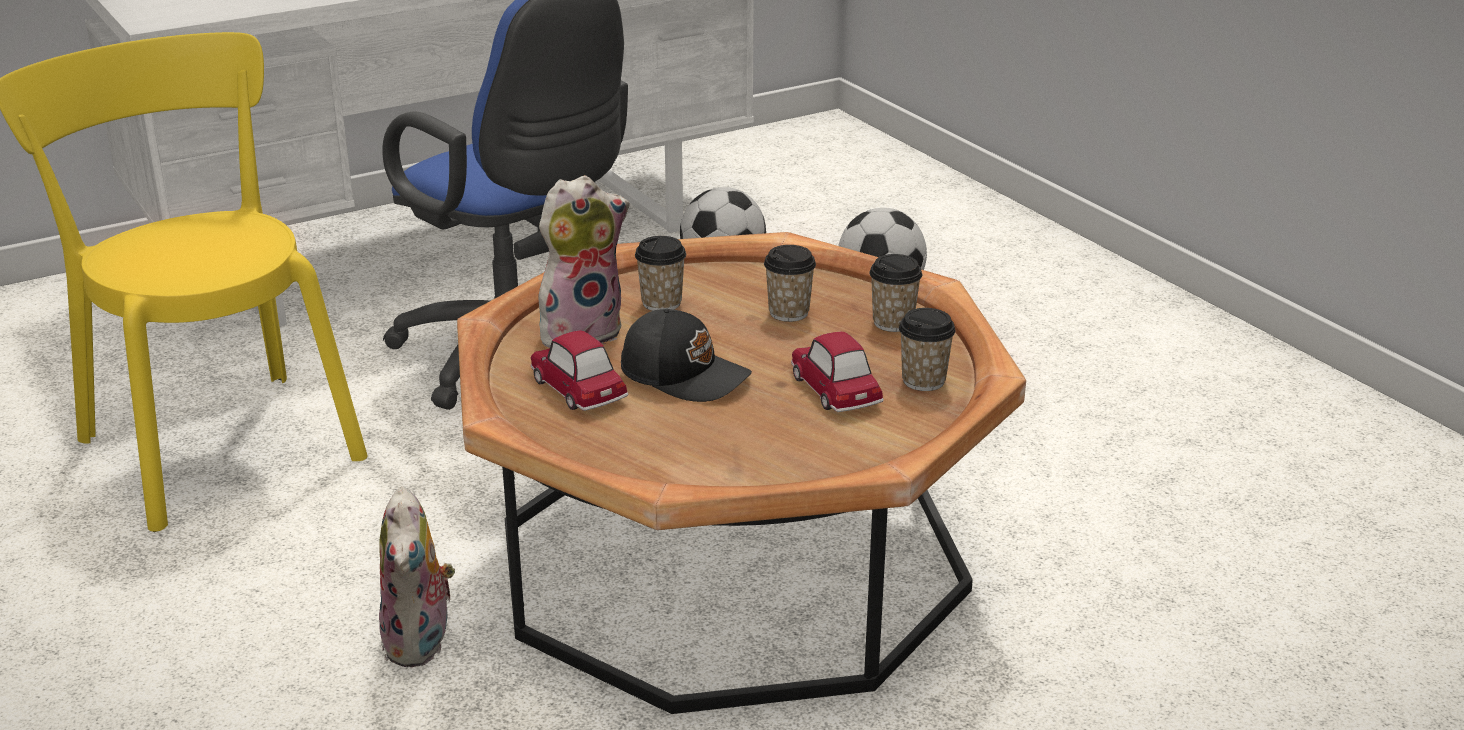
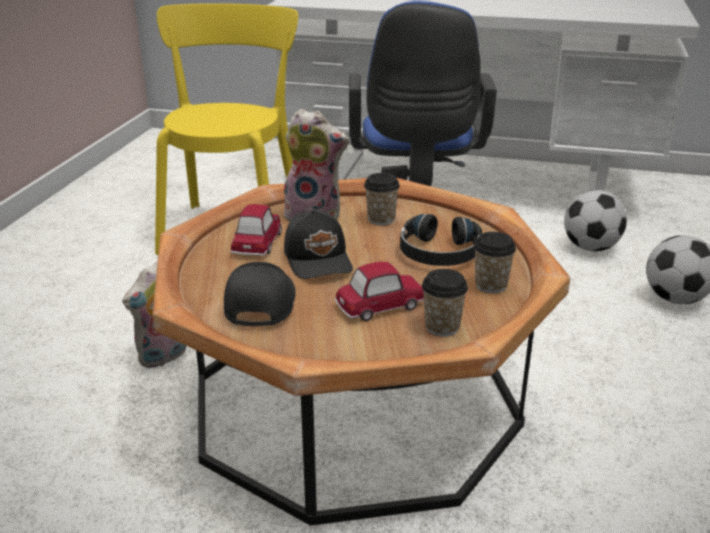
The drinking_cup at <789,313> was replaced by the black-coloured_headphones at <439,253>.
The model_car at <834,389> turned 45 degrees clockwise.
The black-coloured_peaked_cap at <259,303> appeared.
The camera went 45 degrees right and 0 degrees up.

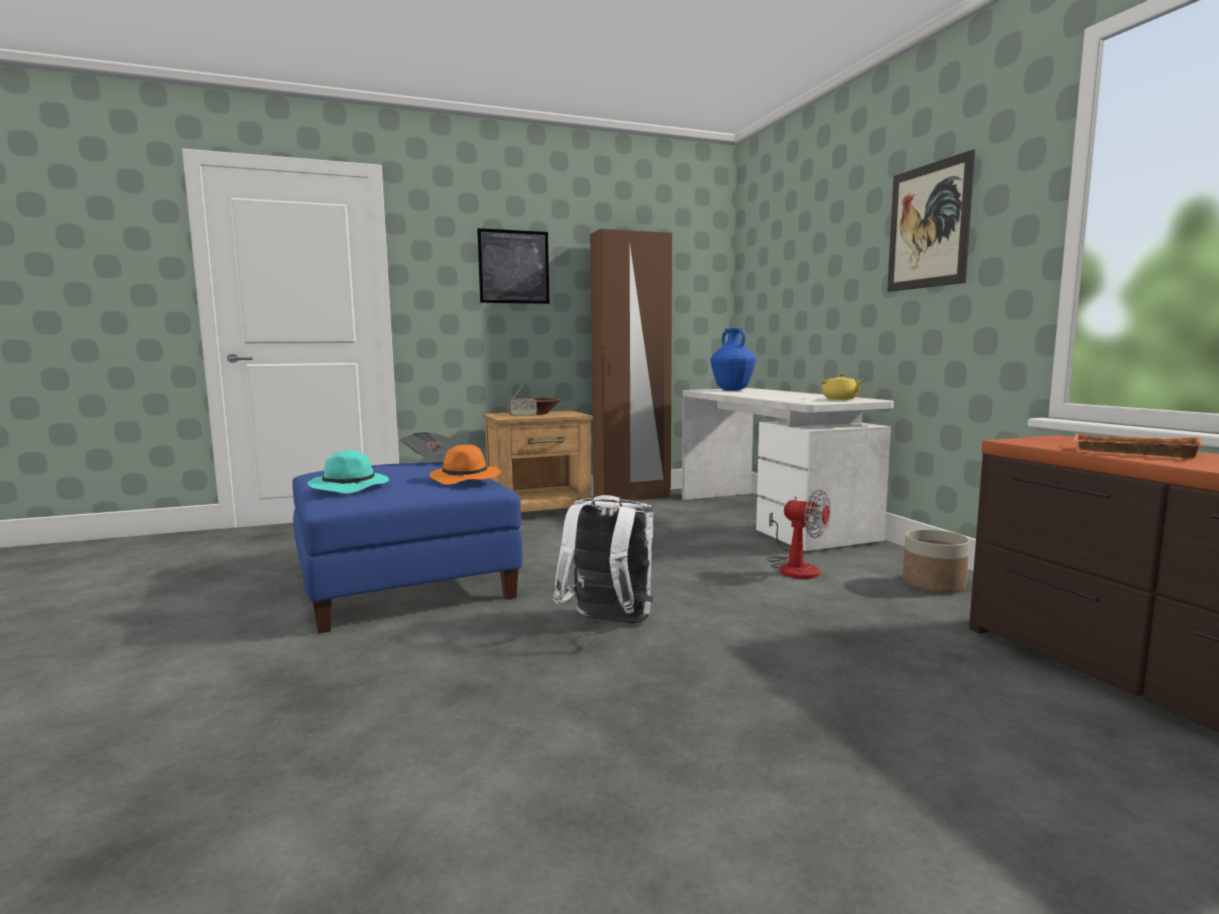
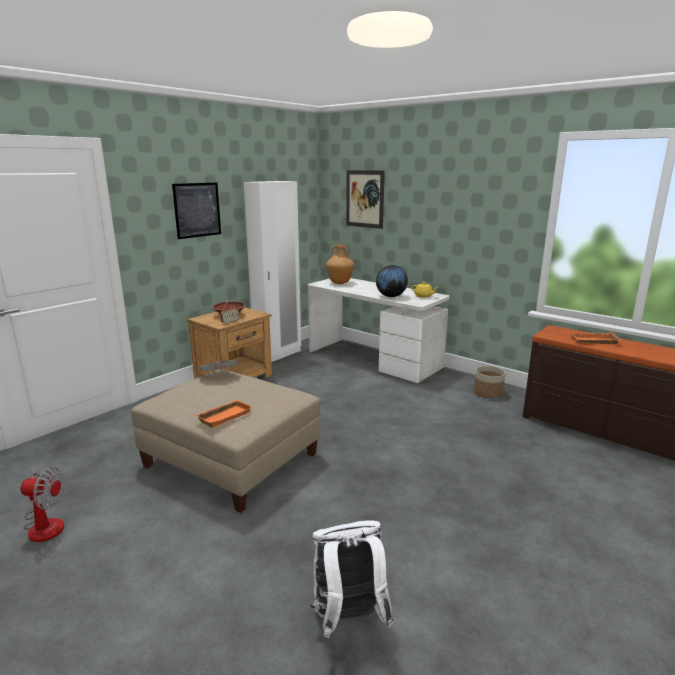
The picture moved from <928,226> to <364,199>.
The brown_clothes_cupboard at <632,497> became the whitish_clothes_cupboard at <278,355>.
The blue-coloured_flower_vase at <732,390> became the brown_flower_vase at <340,283>.
The orangey_hat at <466,479> disappeared.
The turquoise_hat at <351,487> was replaced by the orangey_tray at <224,416>.
The blue-coloured_pouffe at <402,581> became the beige-coloured_pouffe at <231,460>.
The electric_fan moved from <794,567> to <45,523>.
The whitish_backpack moved from <608,624> to <348,619>.
The globe at <391,296> appeared.
The camera went 30 degrees left and 10 degrees up.

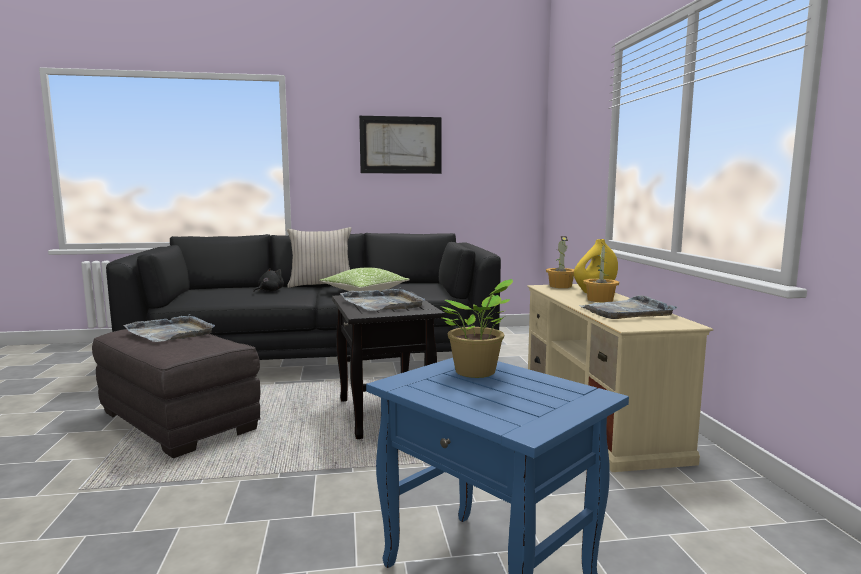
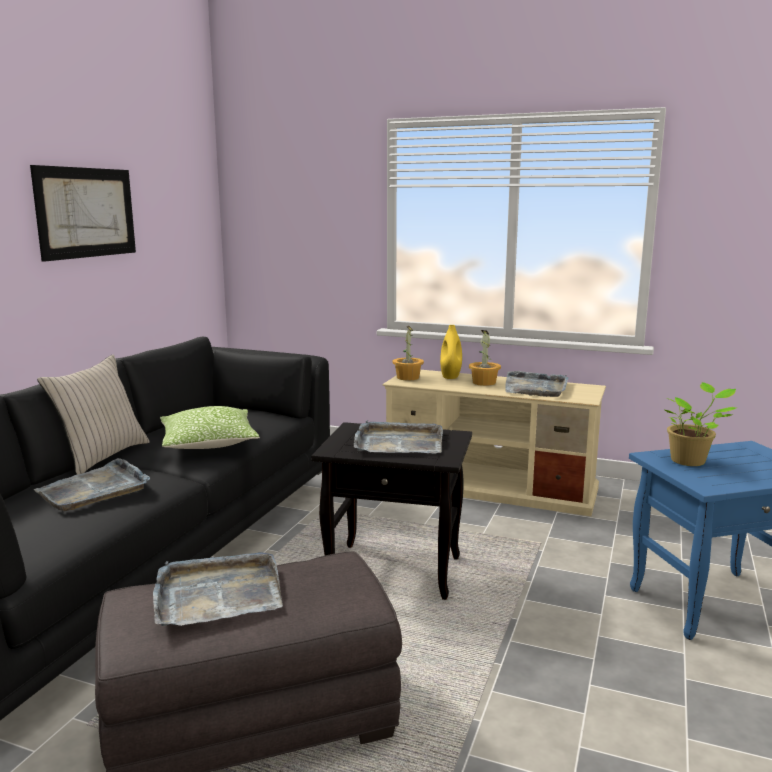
The black-coloured_cuddly_toy at <269,291> was replaced by the greyish_tray at <94,489>.
The camera went 60 degrees left and 5 degrees up.

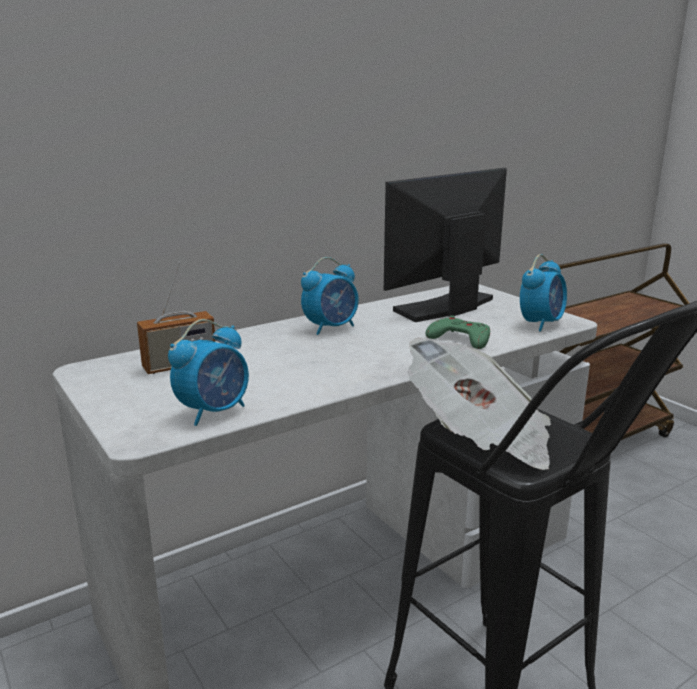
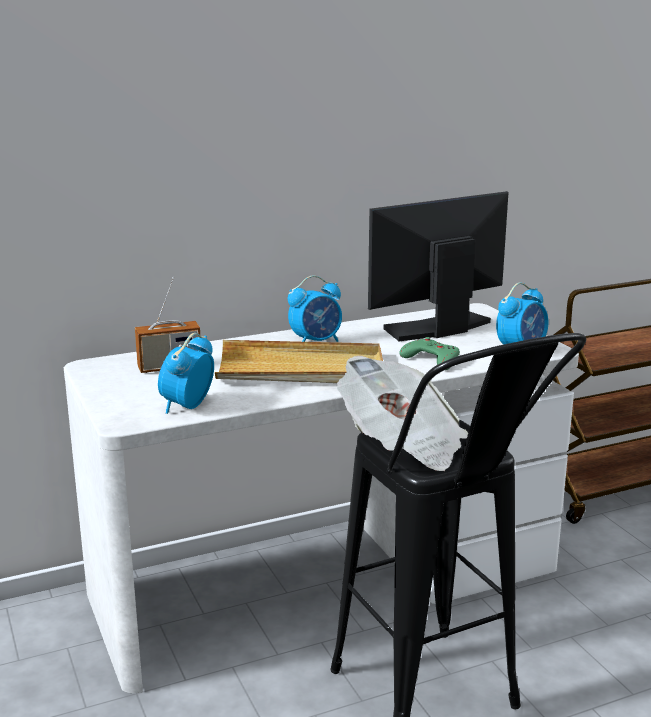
The alarm_clock at <214,411> turned 150 degrees clockwise.
The beige-coloured_tray at <301,370> appeared.
The camera went 10 degrees right and 0 degrees up.

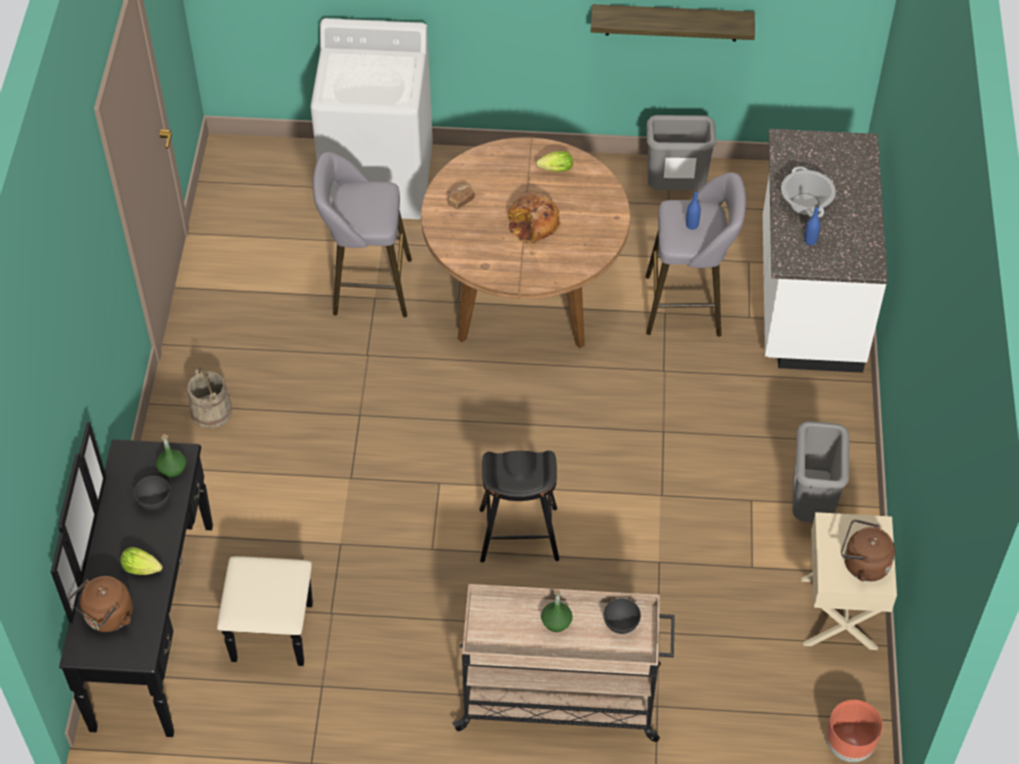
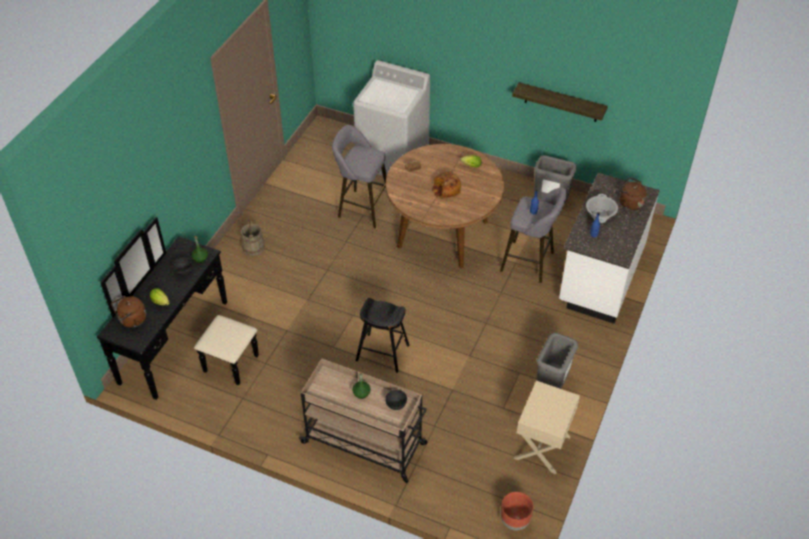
The brown_tea_kettle moved from <862,564> to <629,203>.
The camera went 20 degrees right and 5 degrees down.

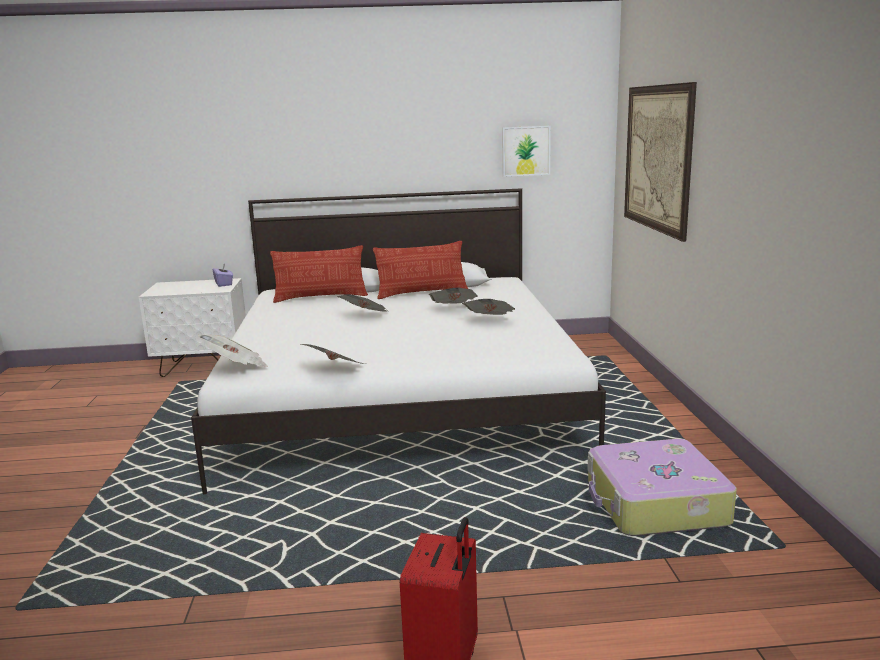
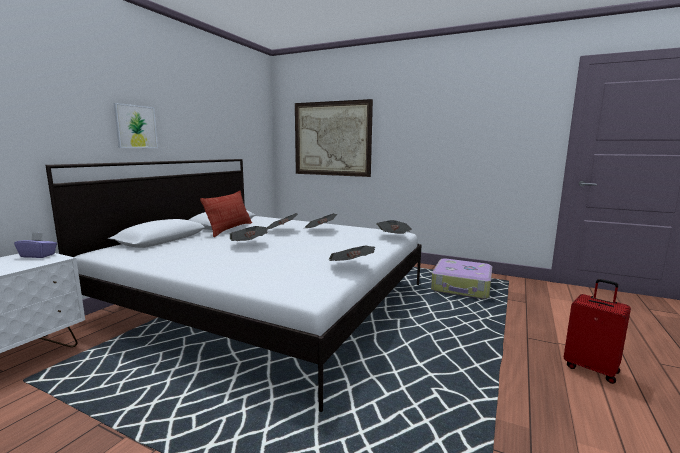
The picture moved from <526,151> to <136,126>.
The cushion at <321,297> disappeared.
The printed_paper moved from <236,367> to <394,237>.
The camera went 60 degrees left and 5 degrees down.

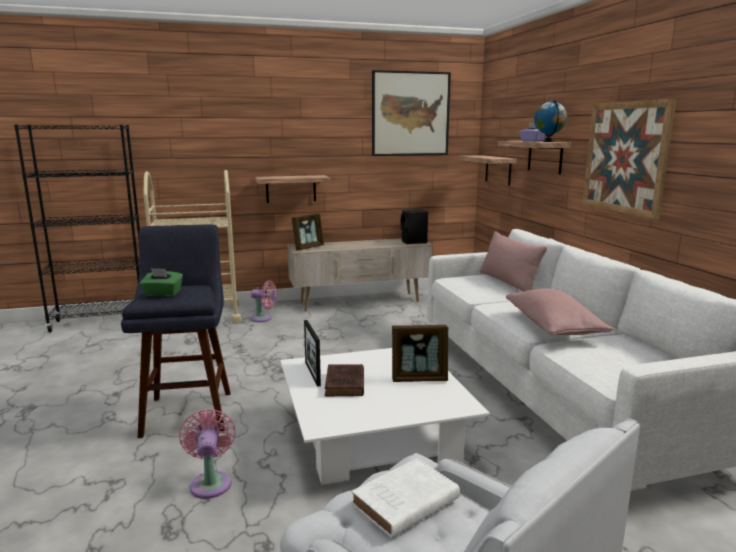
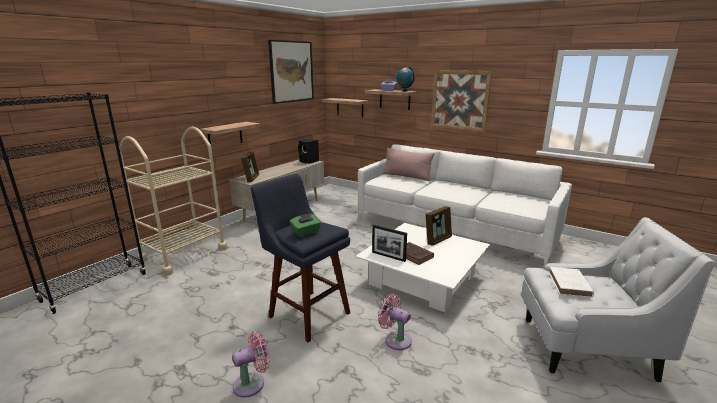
The pinkish_electric_fan moved from <263,318> to <252,383>.
The pinkish_cushion at <553,327> disappeared.
The camera went 40 degrees left and 5 degrees up.

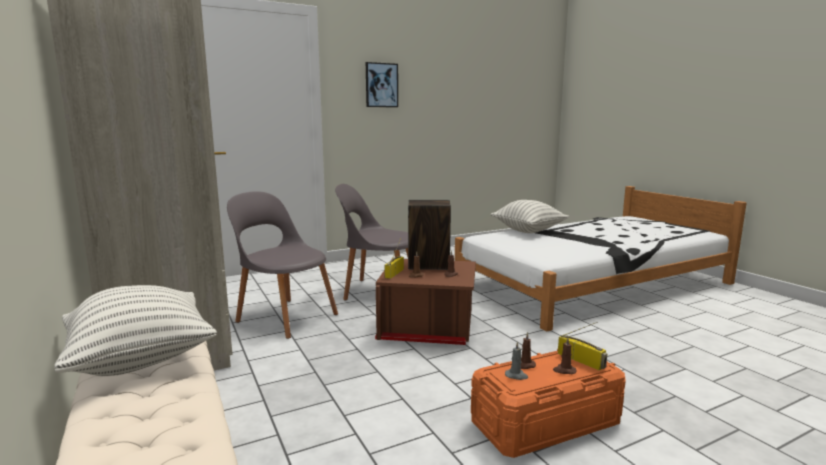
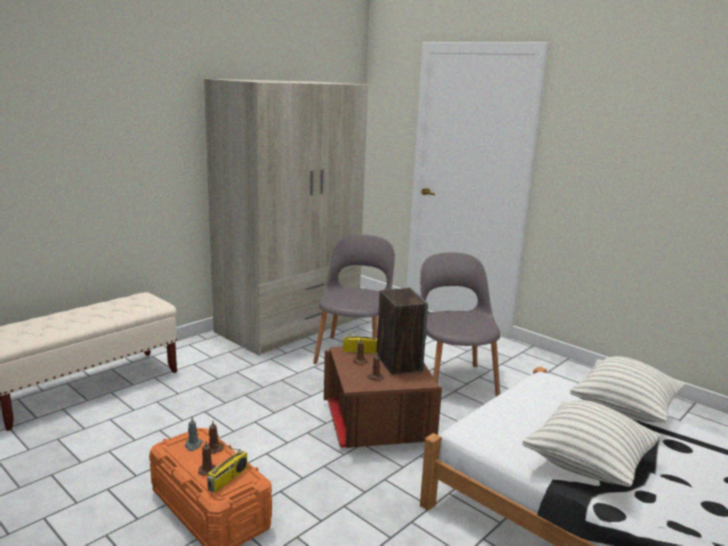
The picture at <381,85> disappeared.
The cushion moved from <141,359> to <588,465>.
The camera went 70 degrees right and 5 degrees up.

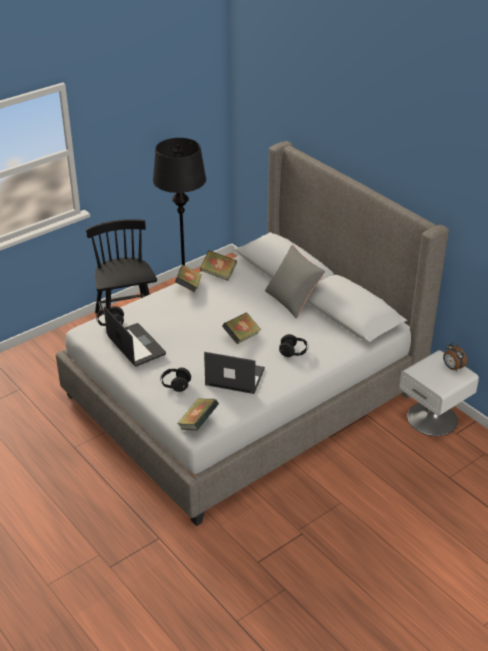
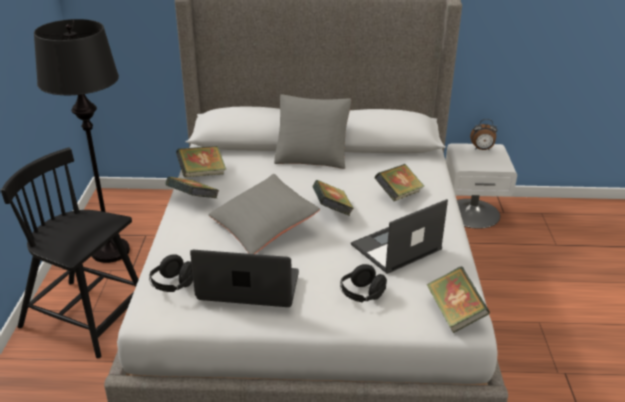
The black-coloured_headphones at <293,352> was replaced by the book at <398,195>.
The greyish_cushion at <263,226> appeared.
The camera went 50 degrees left and 5 degrees down.

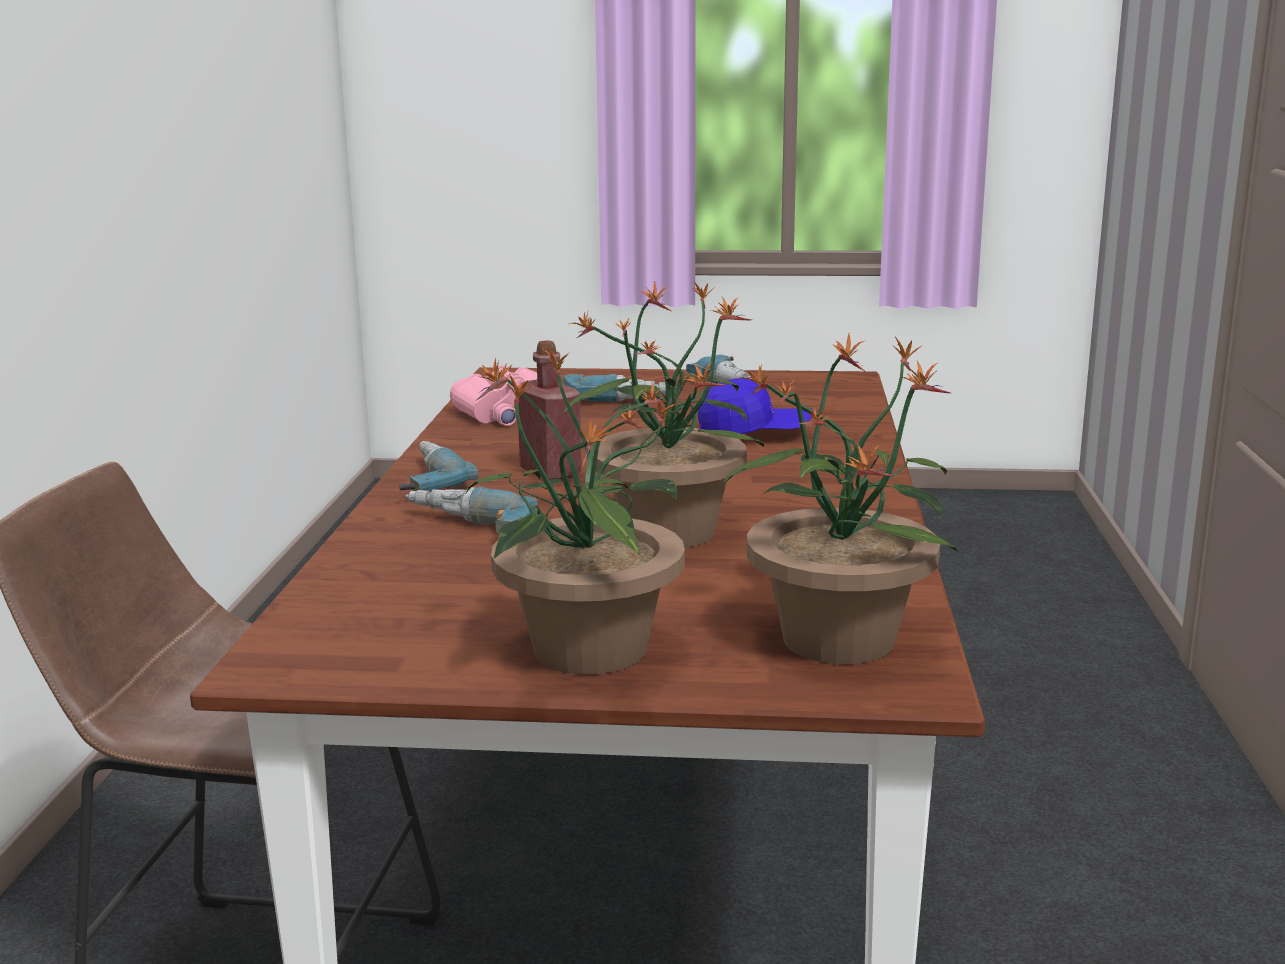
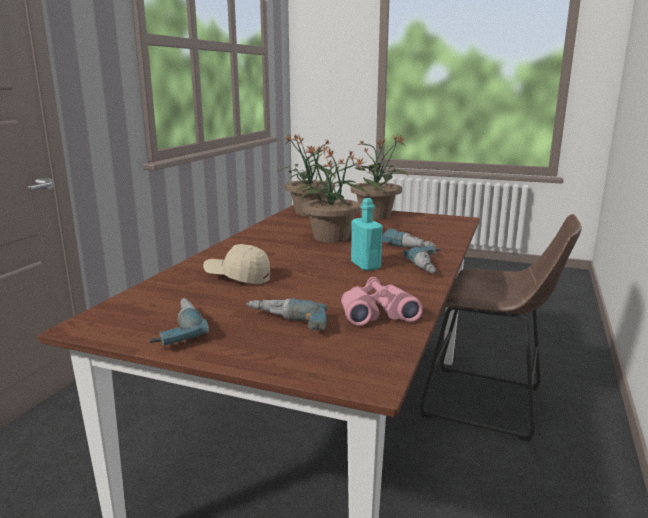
The red_bottle at <550,472> became the turquoise_bottle at <365,265>.
The blue-coloured_peaked_cap at <753,434> became the beige-coloured_peaked_cap at <238,277>.
The camera went 165 degrees left and 0 degrees up.

